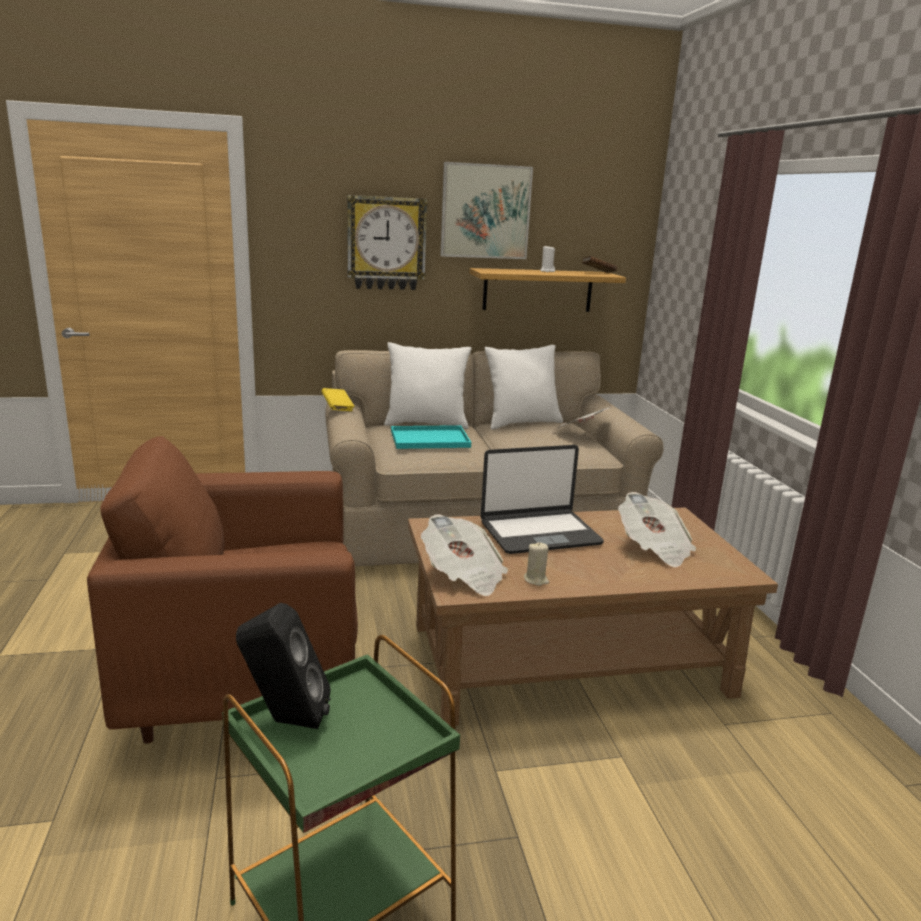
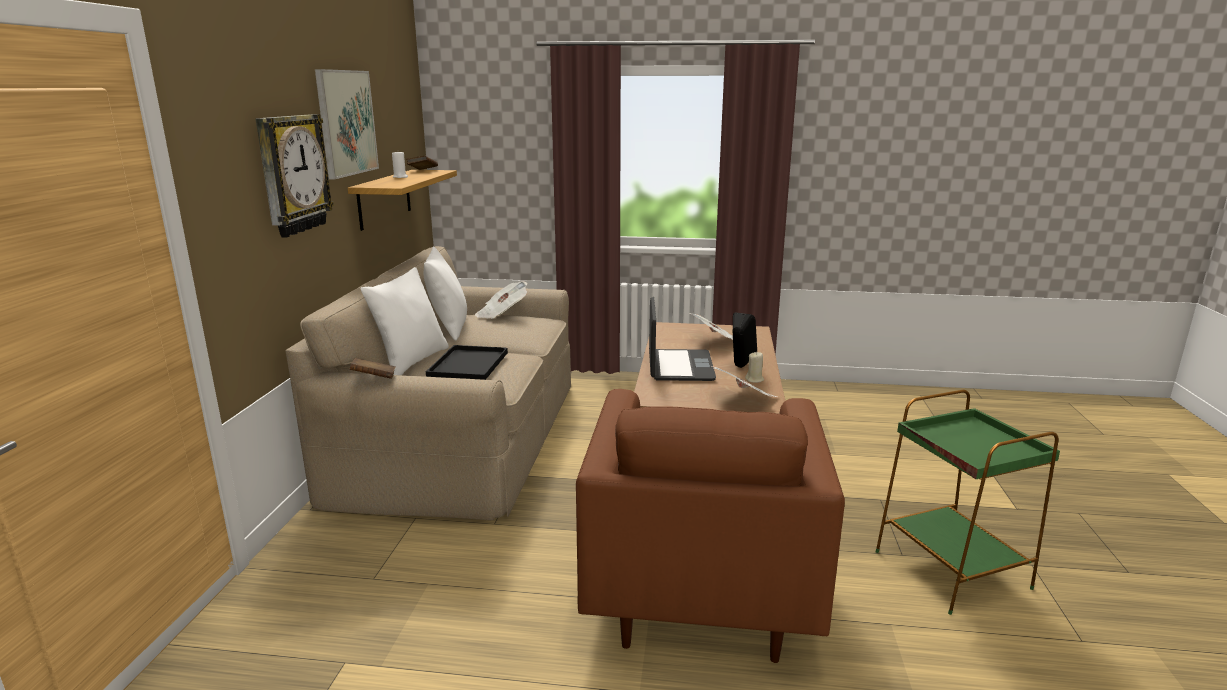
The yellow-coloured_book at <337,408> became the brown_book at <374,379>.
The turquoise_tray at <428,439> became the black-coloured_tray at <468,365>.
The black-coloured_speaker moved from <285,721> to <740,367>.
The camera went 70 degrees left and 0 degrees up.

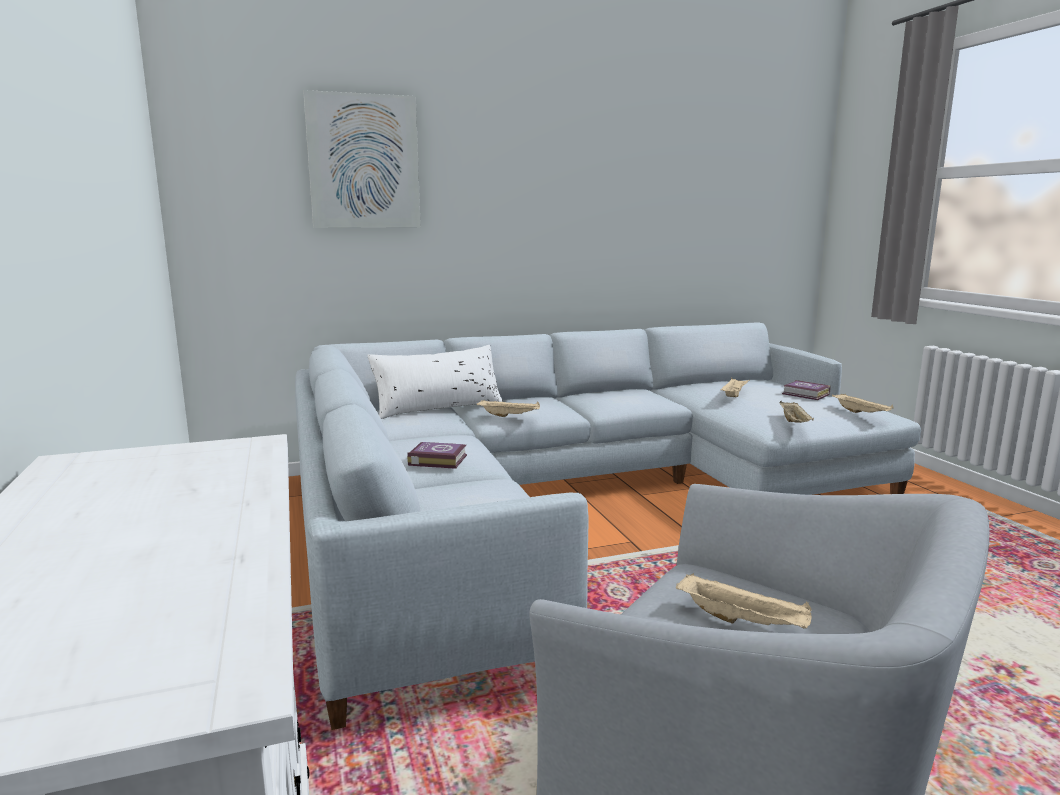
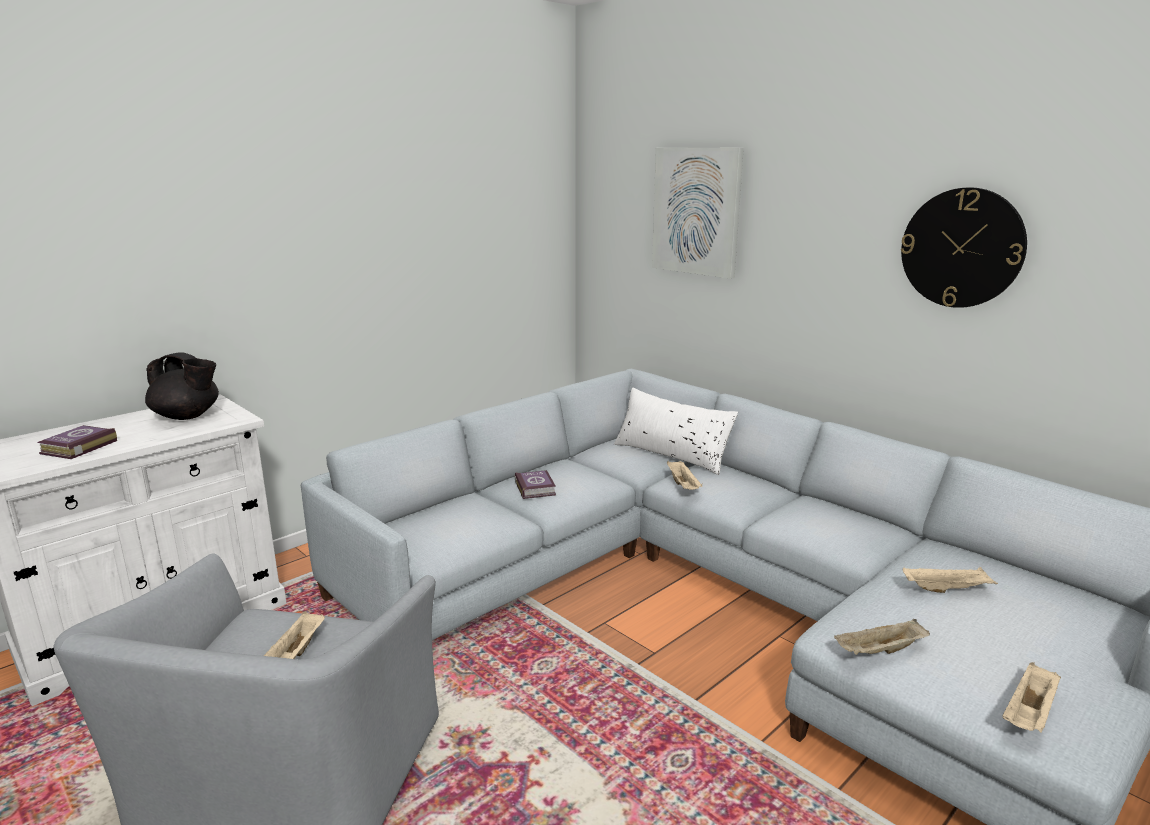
The book moved from <806,394> to <77,447>.
The wall_clock at <961,248> appeared.
The black-coloured_pot_for_tea at <187,416> appeared.
The camera went 65 degrees right and 5 degrees up.

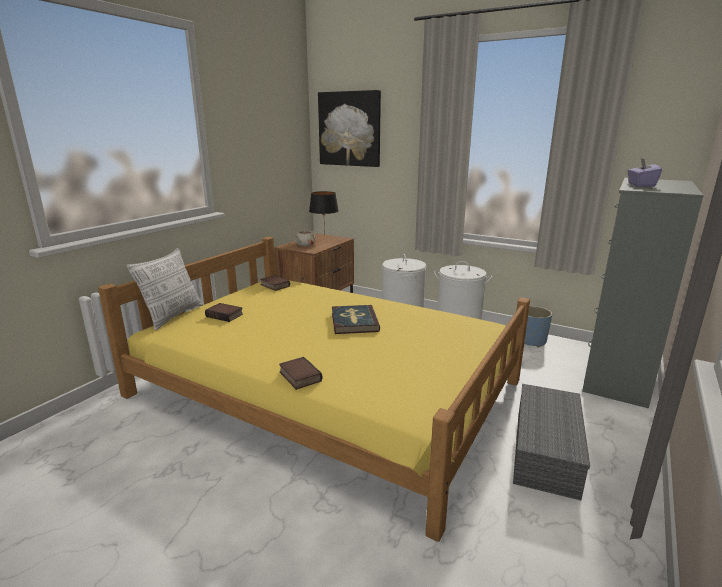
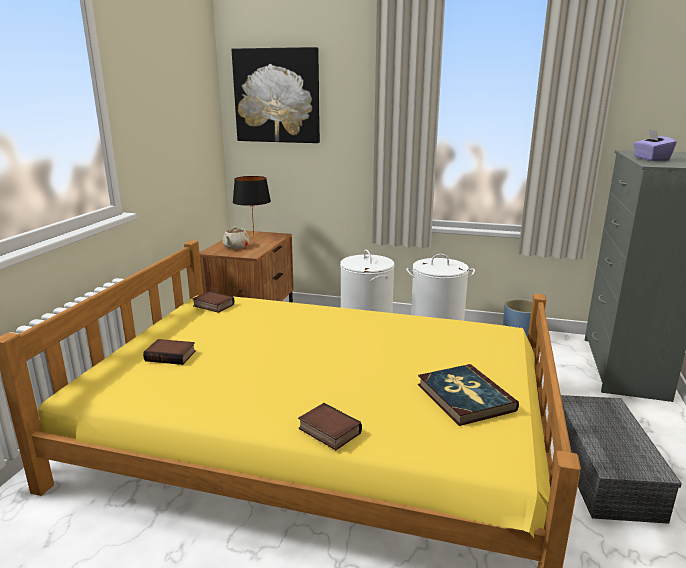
The cushion at <173,316> disappeared.
The book moved from <354,322> to <464,397>.
The camera went 15 degrees left and 0 degrees up.

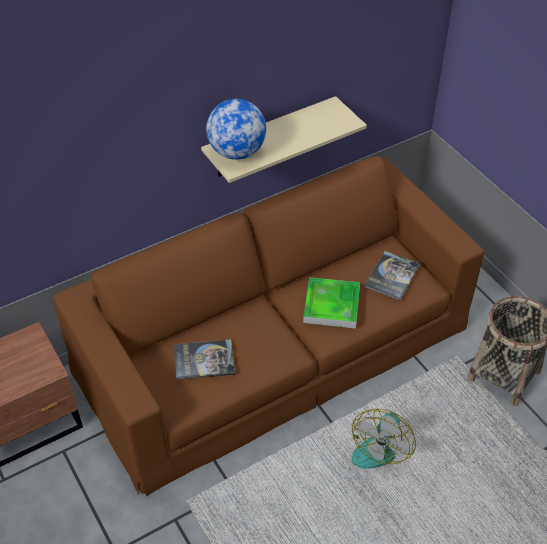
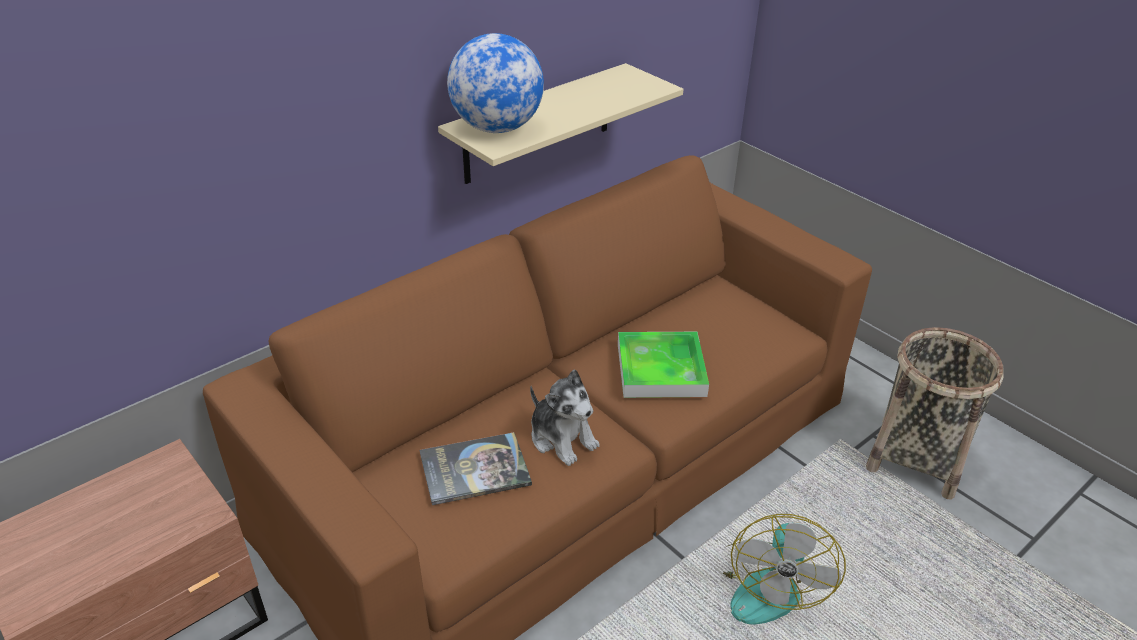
The book at <392,276> disappeared.
The cuddly_toy at <562,438> appeared.
The camera went 10 degrees left and 10 degrees down.

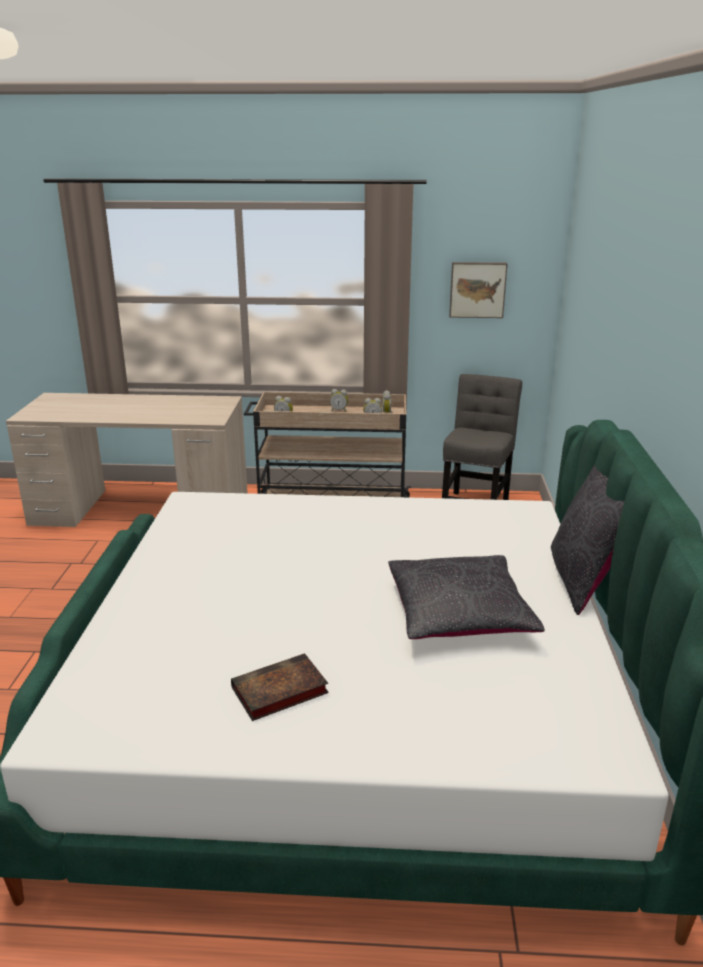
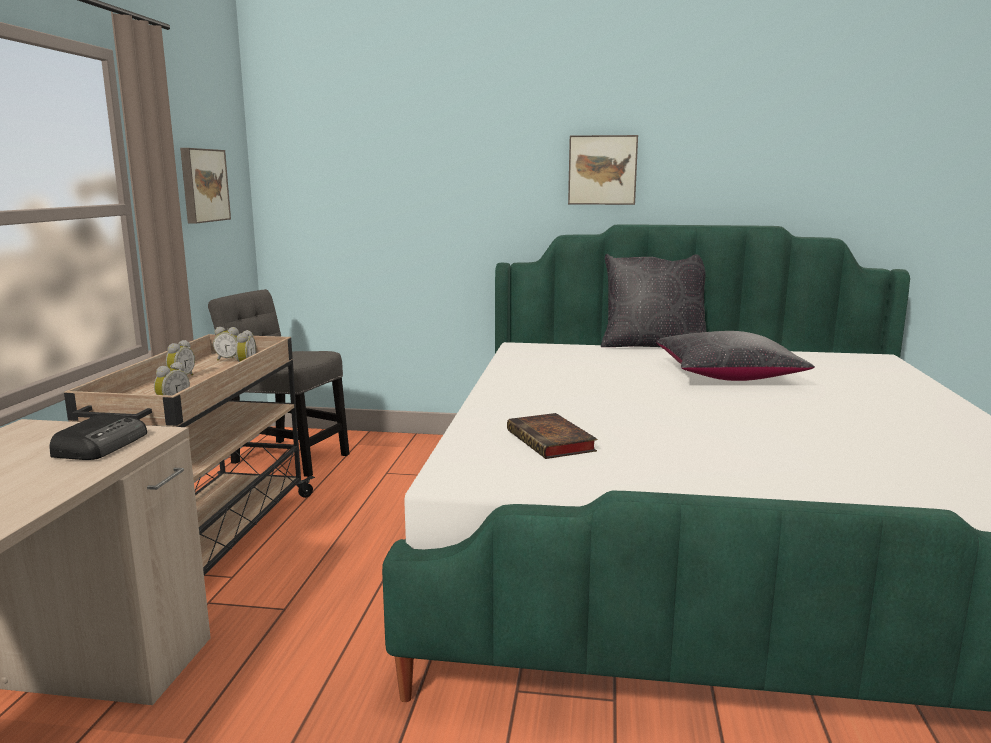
The book moved from <278,692> to <552,442>.
The picture at <602,170> appeared.
The radio_receiver at <102,445> appeared.
The camera went 85 degrees left and 10 degrees down.

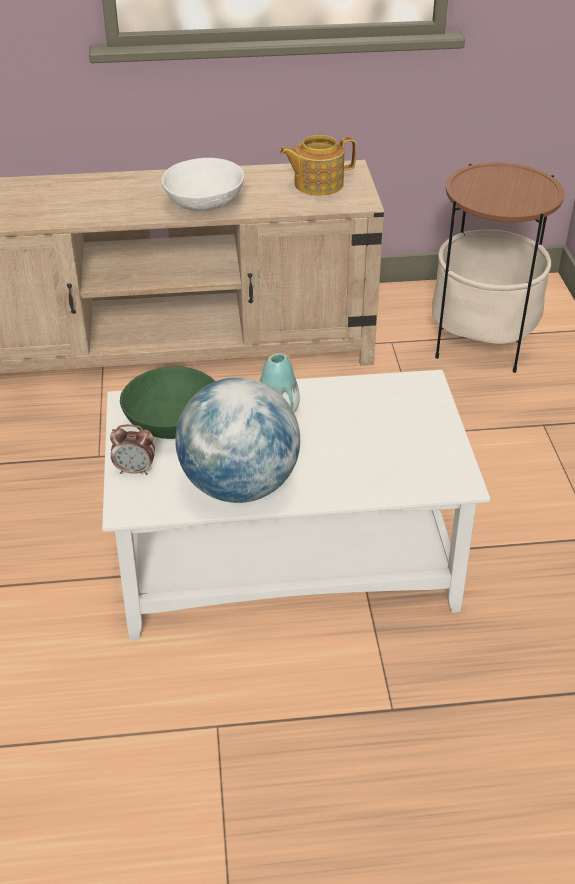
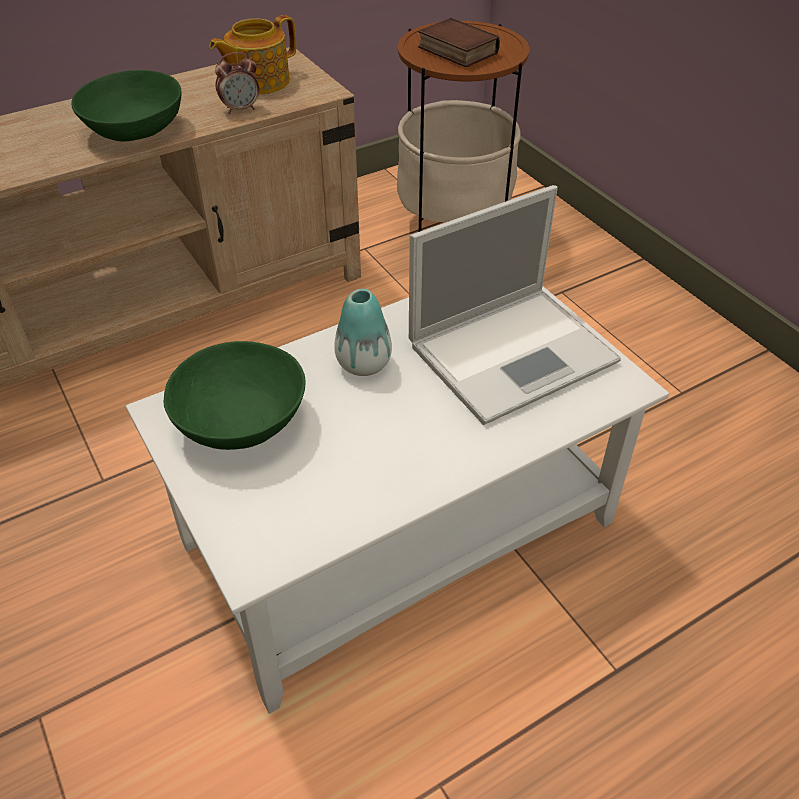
The whitish_deep_dish at <204,203> became the green-coloured_deep_dish at <135,130>.
The globe at <239,486> disappeared.
The alarm_clock moved from <135,470> to <241,109>.
The book at <455,51> appeared.
The notebook_computer at <515,351> appeared.
The camera went 25 degrees left and 5 degrees up.

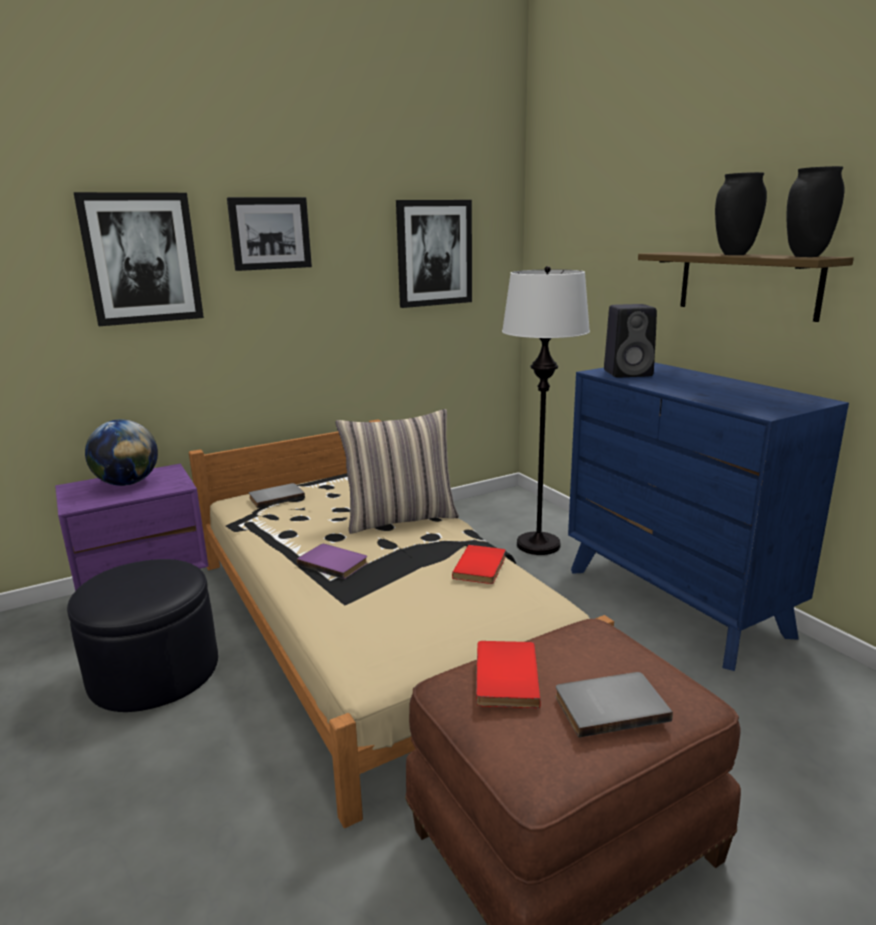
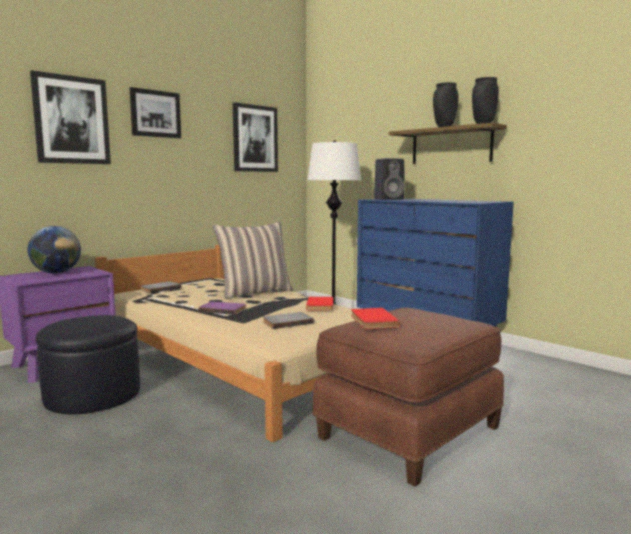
The greyish_book moved from <609,705> to <287,322>.
The camera went 15 degrees left and 10 degrees down.

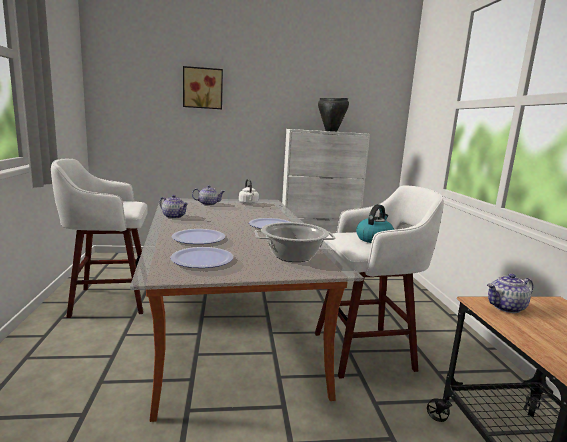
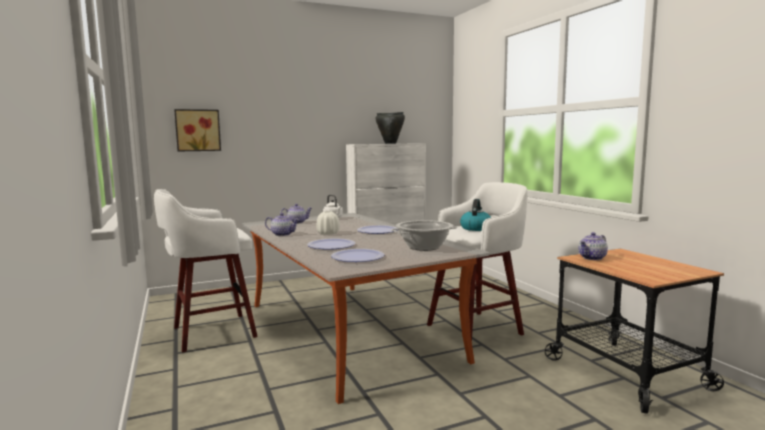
The picture moved from <203,88> to <198,130>.
The whitish_flower_vase at <328,233> appeared.
The camera went 15 degrees left and 5 degrees down.

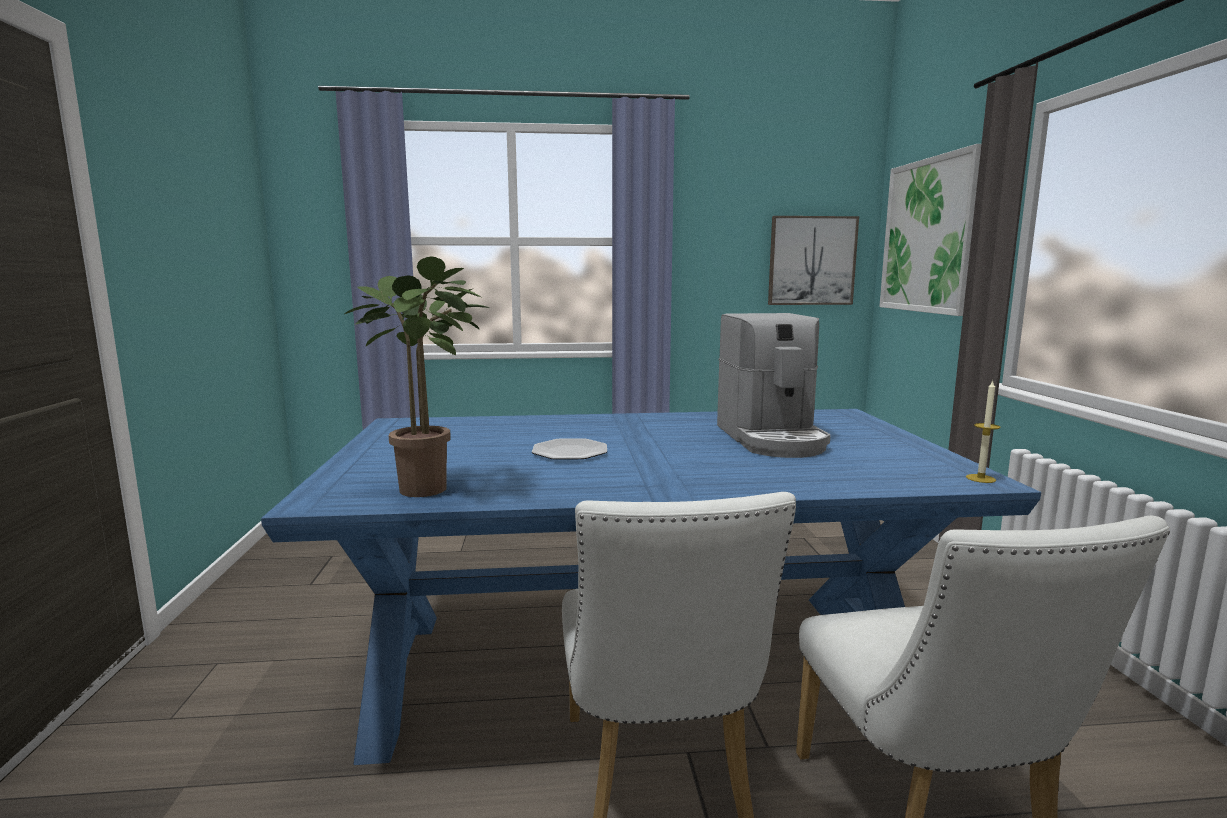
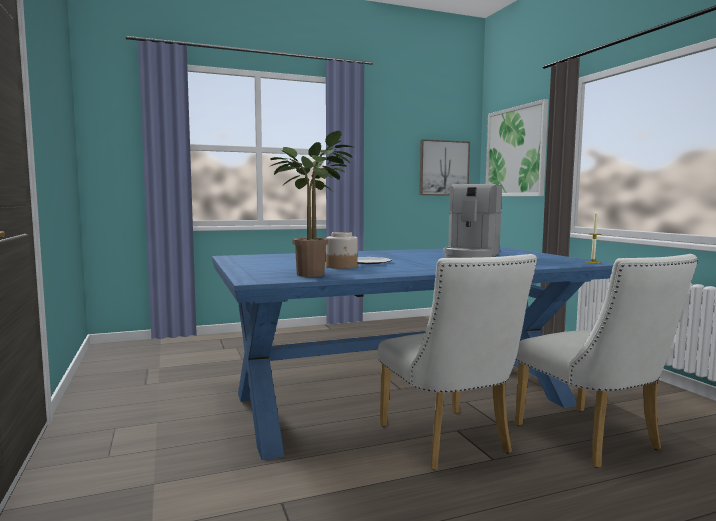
The coffee_maker at <772,439> turned 45 degrees clockwise.
The preserve_jar at <342,266> appeared.
The camera went 15 degrees left and 5 degrees down.

